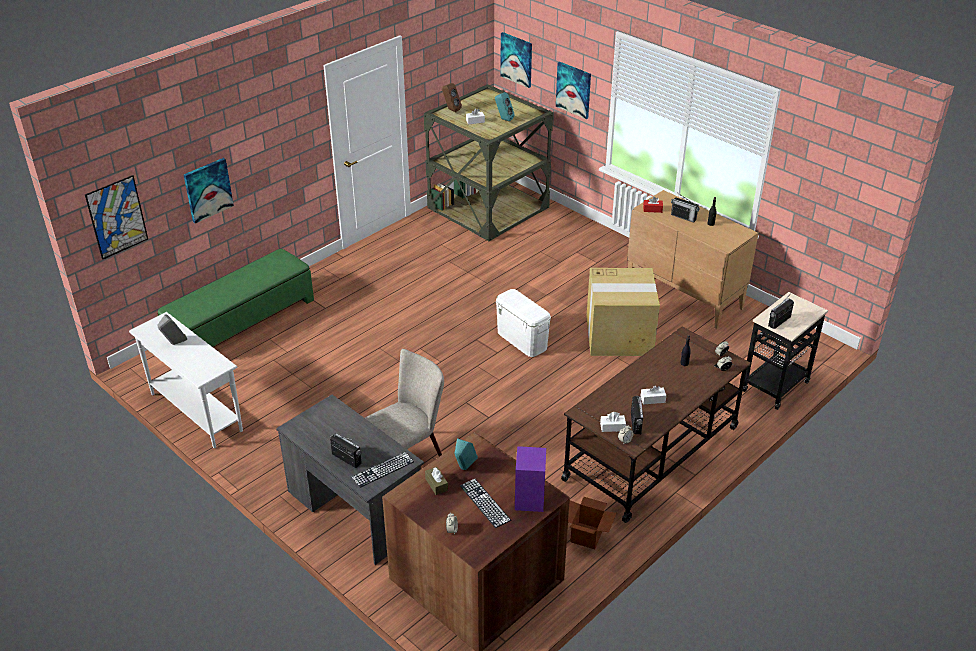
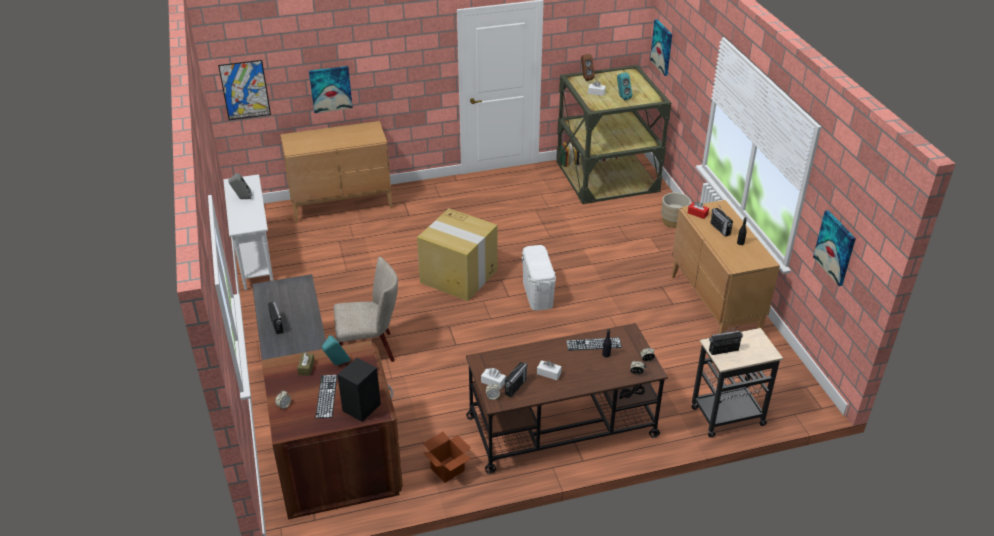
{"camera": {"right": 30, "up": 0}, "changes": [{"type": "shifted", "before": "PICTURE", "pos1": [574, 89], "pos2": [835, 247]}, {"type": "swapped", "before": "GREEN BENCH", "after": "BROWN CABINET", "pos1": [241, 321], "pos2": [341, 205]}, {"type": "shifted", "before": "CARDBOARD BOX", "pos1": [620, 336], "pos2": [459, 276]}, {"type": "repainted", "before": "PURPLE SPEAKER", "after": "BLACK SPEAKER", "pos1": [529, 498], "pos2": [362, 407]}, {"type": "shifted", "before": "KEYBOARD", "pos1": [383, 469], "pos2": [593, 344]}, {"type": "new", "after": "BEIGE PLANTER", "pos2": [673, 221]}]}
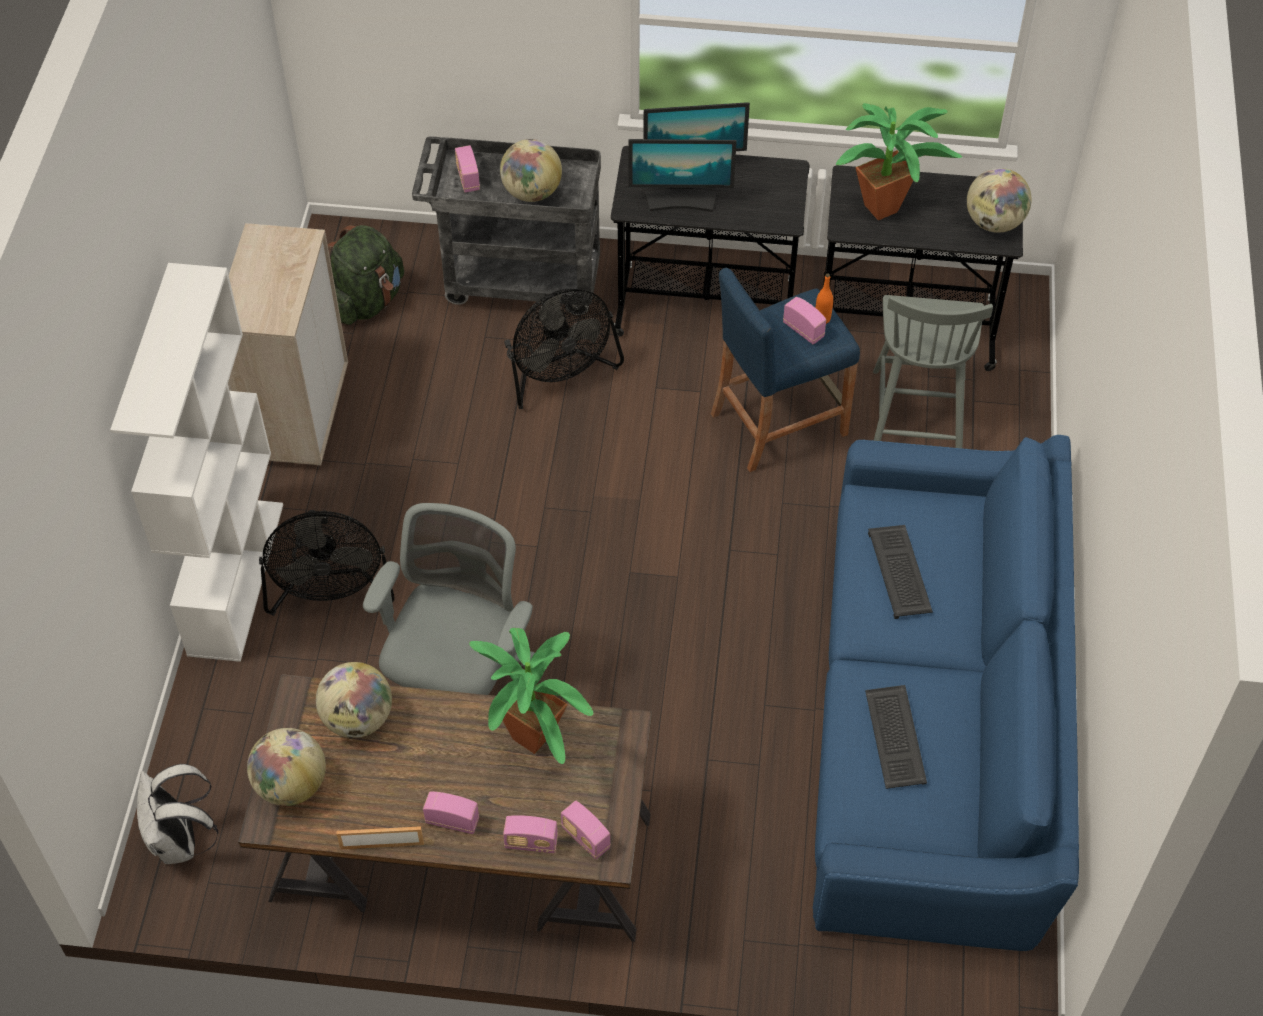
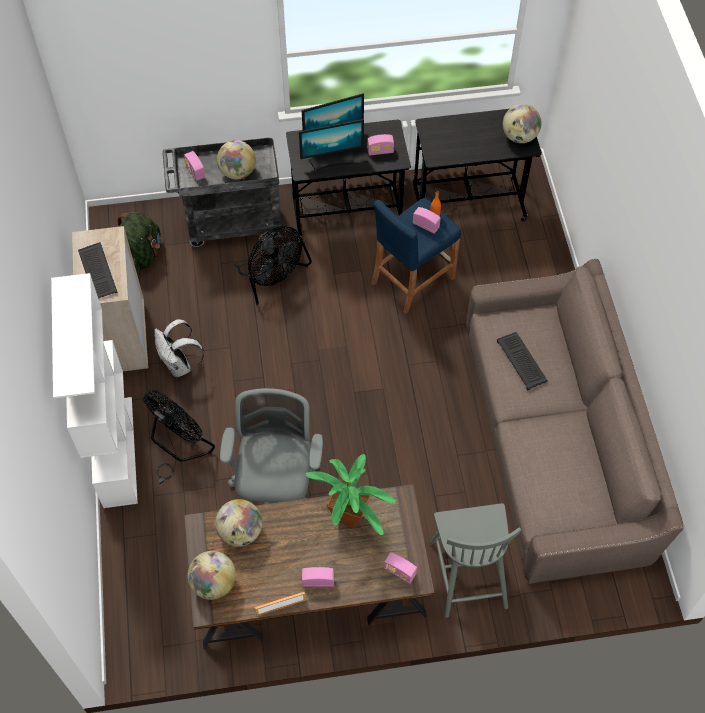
{"camera": {"right": -15, "up": 5}, "changes": [{"type": "gone", "before": "POTTED PLANT", "pos1": [888, 208]}, {"type": "shifted", "before": "GREY CHAIR", "pos1": [917, 415], "pos2": [468, 572]}, {"type": "repainted", "before": "BLUE SOFA", "after": "BROWN SOFA", "pos1": [933, 718], "pos2": [554, 439]}, {"type": "rotated", "before": "BLACK FAN", "pos1": [326, 588], "pos2": [175, 445], "turn": -120}, {"type": "shifted", "before": "KEYBOARD", "pos1": [893, 737], "pos2": [97, 271]}, {"type": "shifted", "before": "WHITE BACKPACK", "pos1": [181, 842], "pos2": [180, 365]}, {"type": "shifted", "before": "RADIO", "pos1": [531, 843], "pos2": [380, 151]}]}
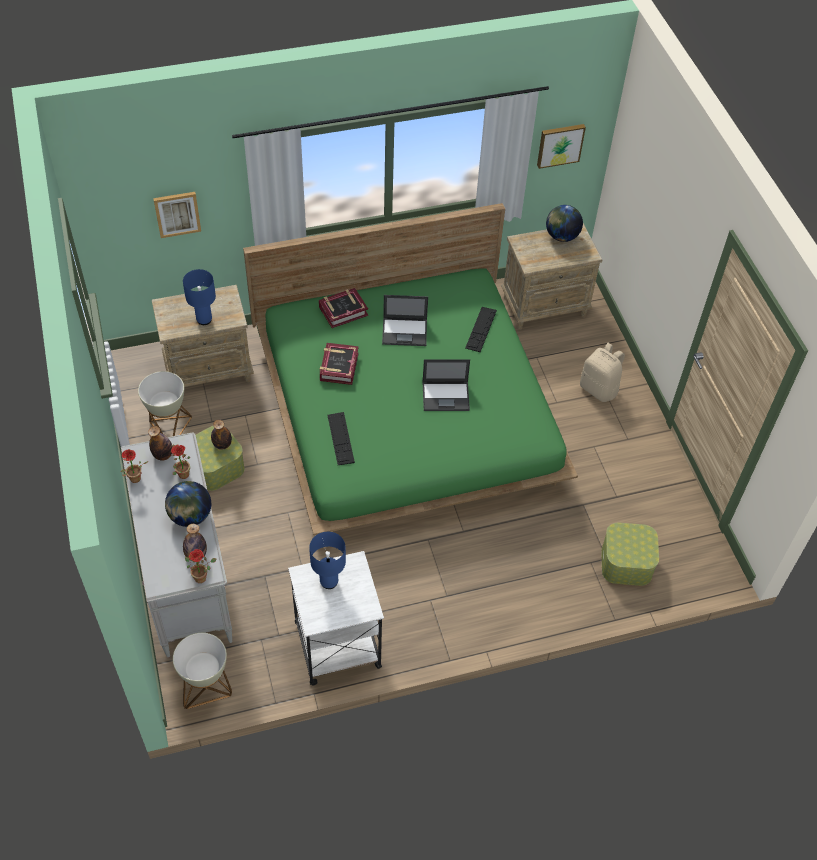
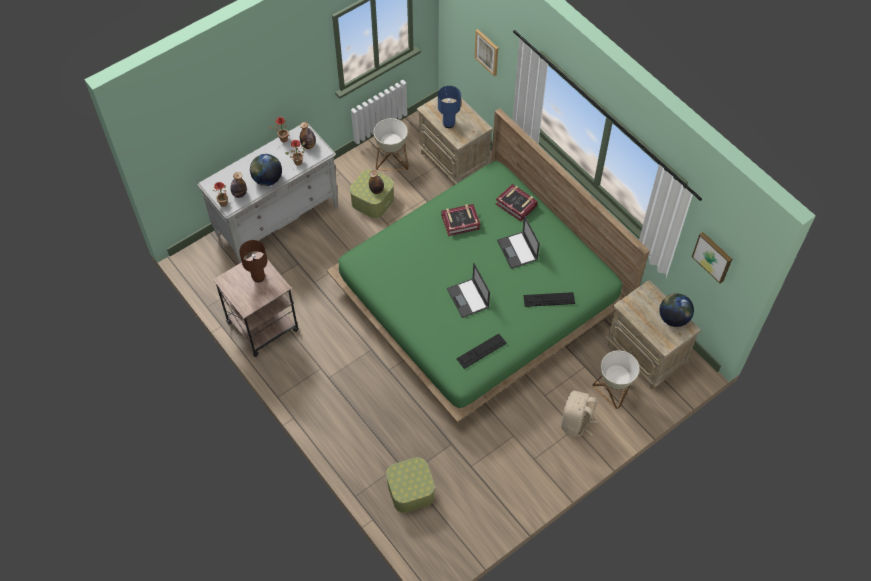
{"camera": {"right": 70, "up": 5}, "changes": [{"type": "shifted", "before": "KEYBOARD", "pos1": [340, 438], "pos2": [481, 351]}, {"type": "repainted", "before": "BLUE TABLE LAMP", "after": "BROWN TABLE LAMP", "pos1": [328, 581], "pos2": [258, 277]}, {"type": "repainted", "before": "WHITE CART", "after": "BROWN CART", "pos1": [336, 645], "pos2": [262, 325]}, {"type": "shifted", "before": "PLANTER", "pos1": [207, 689], "pos2": [612, 392]}]}
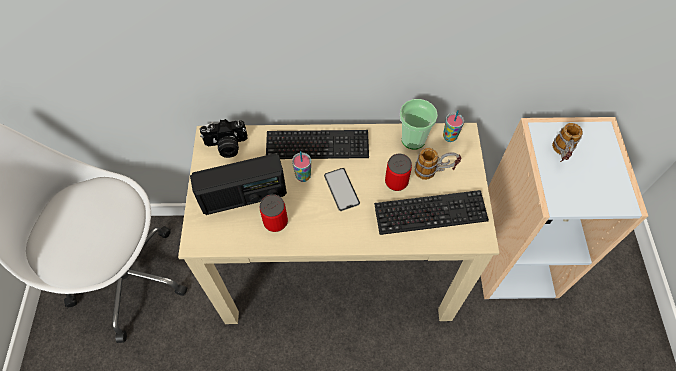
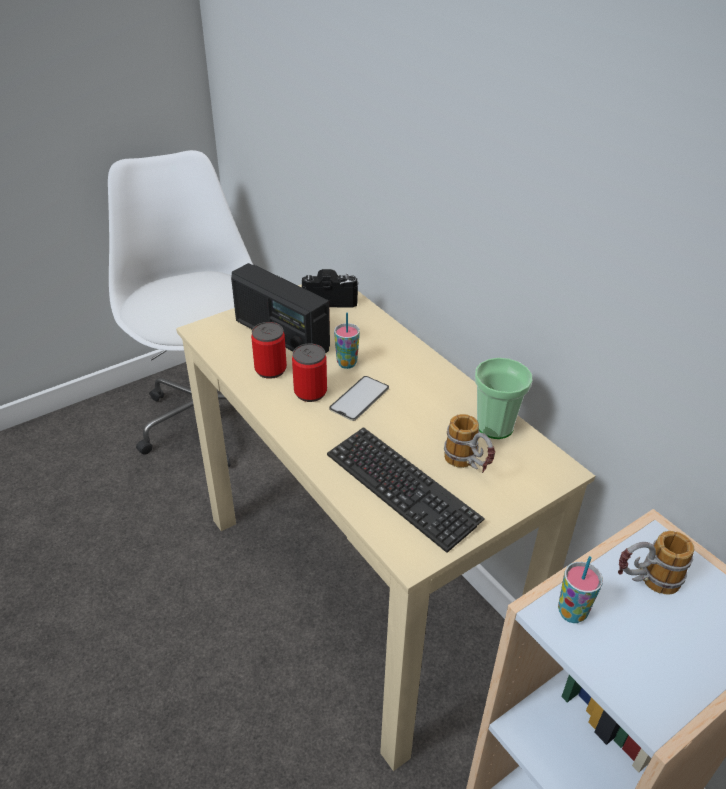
{"camera": {"right": 55, "up": -20}, "changes": [{"type": "shifted", "before": "CUP", "pos1": [449, 137], "pos2": [572, 612]}, {"type": "rotated", "before": "PHOTO CAMERA", "pos1": [226, 146], "pos2": [330, 299], "turn": 135}, {"type": "gone", "before": "KEYBOARD", "pos1": [317, 146]}, {"type": "shifted", "before": "CAN", "pos1": [396, 182], "pos2": [310, 392]}]}
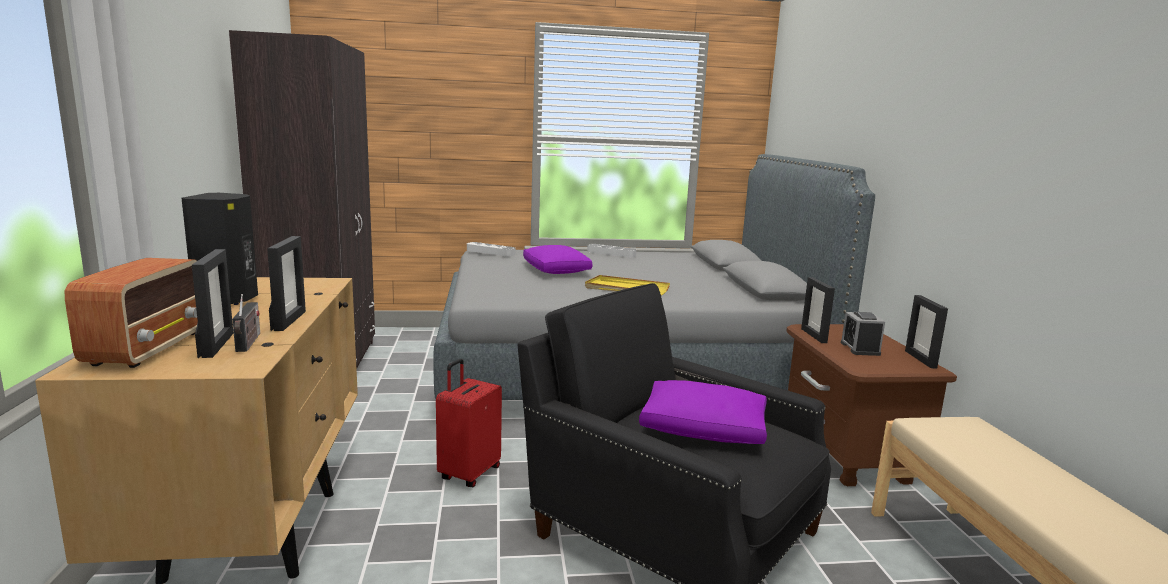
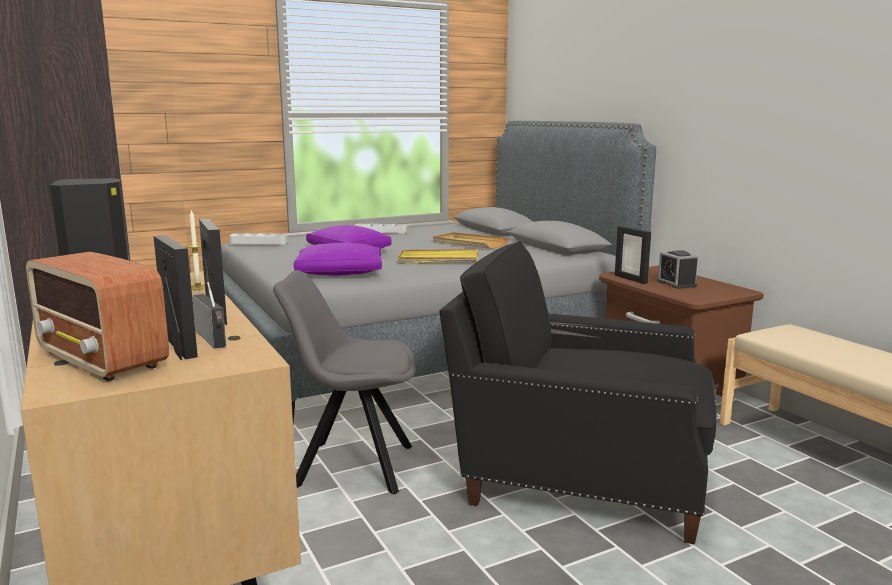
{"camera": {"right": -20, "up": 0}, "changes": [{"type": "rotated", "before": "RADIO", "pos1": [148, 347], "pos2": [102, 360], "turn": 150}, {"type": "gone", "before": "PICTURE FRAME", "pos1": [921, 359]}, {"type": "swapped", "before": "RED SUITCASE", "after": "GREY CHAIR", "pos1": [468, 473], "pos2": [353, 466]}, {"type": "shifted", "before": "PURPLE PILLOW", "pos1": [704, 429], "pos2": [340, 272]}, {"type": "new", "after": "CANDLE", "pos2": [198, 287]}, {"type": "new", "after": "BEIGE TRAY", "pos2": [469, 243]}]}
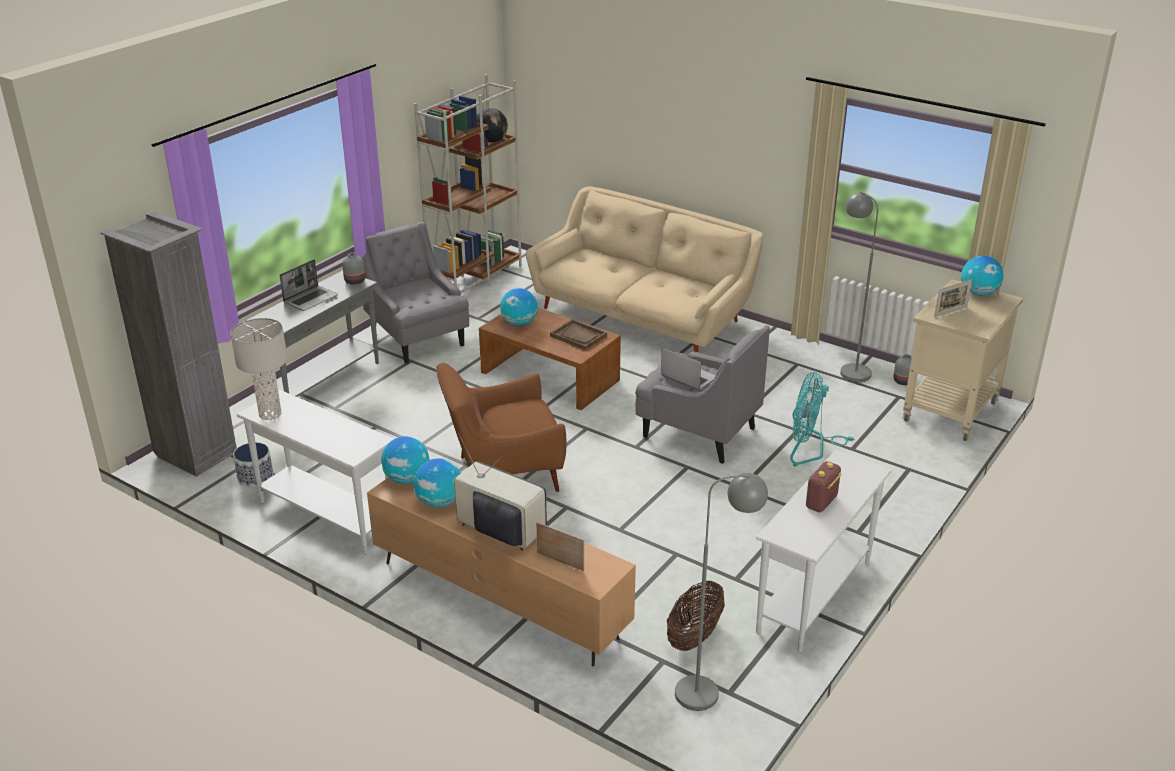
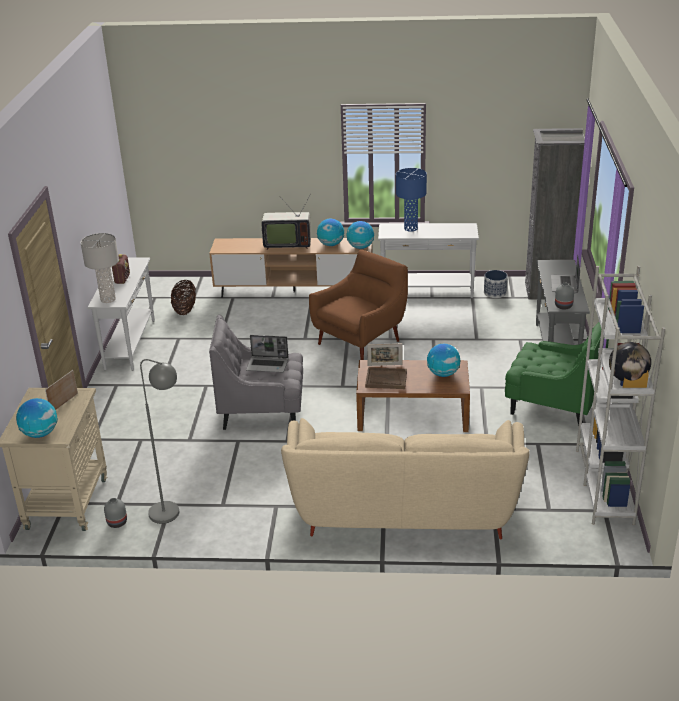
{"camera": {"right": 150, "up": 0}, "changes": [{"type": "repainted", "before": "BROWN BOOKCASE", "after": "WHITE BOOKCASE", "pos1": [476, 280], "pos2": [604, 486]}, {"type": "repainted", "before": "GREY ARMCHAIR", "after": "GREEN ARMCHAIR", "pos1": [418, 339], "pos2": [552, 406]}, {"type": "shifted", "before": "WHITE TABLE LAMP", "pos1": [270, 414], "pos2": [108, 299]}, {"type": "gone", "before": "TURQUOISE FAN", "pos1": [811, 445]}, {"type": "gone", "before": "GREY FLOOR LAMP", "pos1": [710, 693]}, {"type": "shifted", "before": "PICTURE FRAME", "pos1": [560, 562], "pos2": [385, 365]}, {"type": "new", "after": "BLUE TABLE LAMP", "pos2": [410, 228]}]}
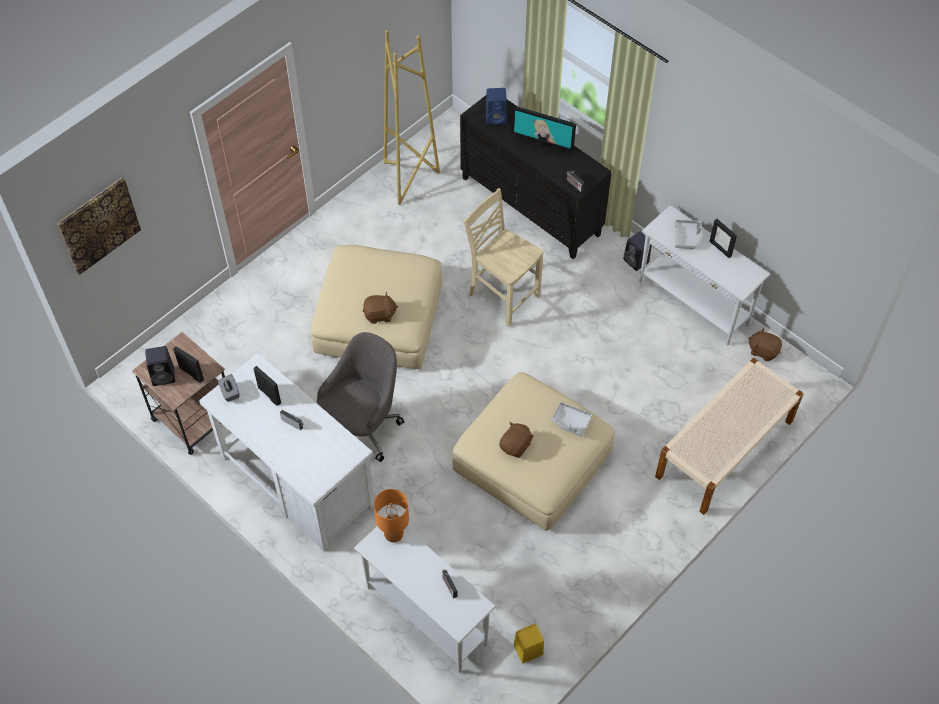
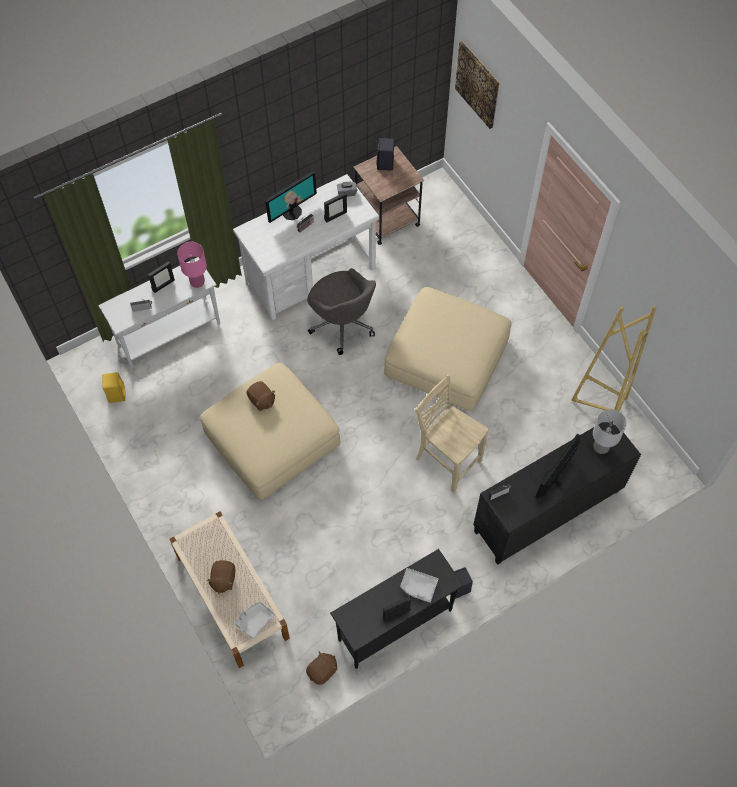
{"camera": {"right": 105, "up": 5}, "changes": [{"type": "swapped", "before": "BLUE SPEAKER", "after": "GREY TABLE LAMP", "pos1": [496, 117], "pos2": [601, 448]}, {"type": "rotated", "before": "BEIGE CHAIR", "pos1": [502, 295], "pos2": [447, 460], "turn": -105}, {"type": "repainted", "before": "WHITE CONSOLE TABLE", "after": "BLACK CONSOLE TABLE", "pos1": [694, 302], "pos2": [395, 626]}, {"type": "shifted", "before": "BROWN PLUSH TOY", "pos1": [380, 315], "pos2": [223, 579]}, {"type": "shifted", "before": "PICTURE FRAME", "pos1": [191, 374], "pos2": [163, 285]}, {"type": "shifted", "before": "GREY TRAY", "pos1": [571, 422], "pos2": [255, 620]}, {"type": "repainted", "before": "ORANGE TABLE LAMP", "after": "PINK TABLE LAMP", "pos1": [393, 535], "pos2": [197, 282]}, {"type": "new", "after": "MONITOR", "pos2": [292, 212]}]}
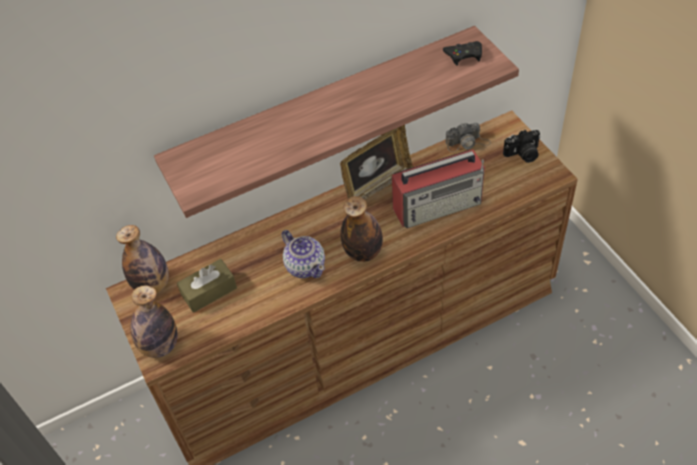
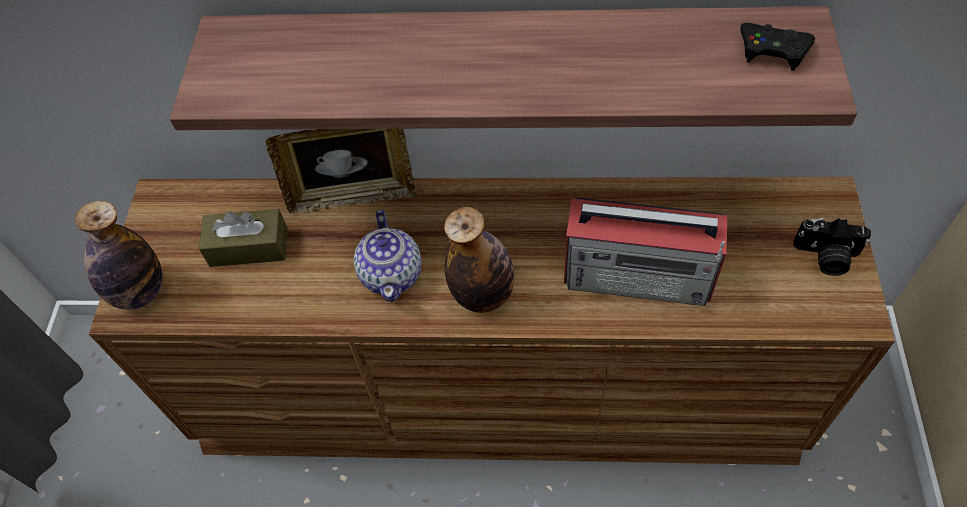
{"camera": {"right": 30, "up": 5}, "changes": [{"type": "gone", "before": "PHOTO CAMERA", "pos1": [467, 143]}, {"type": "shifted", "before": "PICTURE FRAME", "pos1": [377, 185], "pos2": [352, 195]}, {"type": "gone", "before": "BOTTLE", "pos1": [152, 285]}]}
